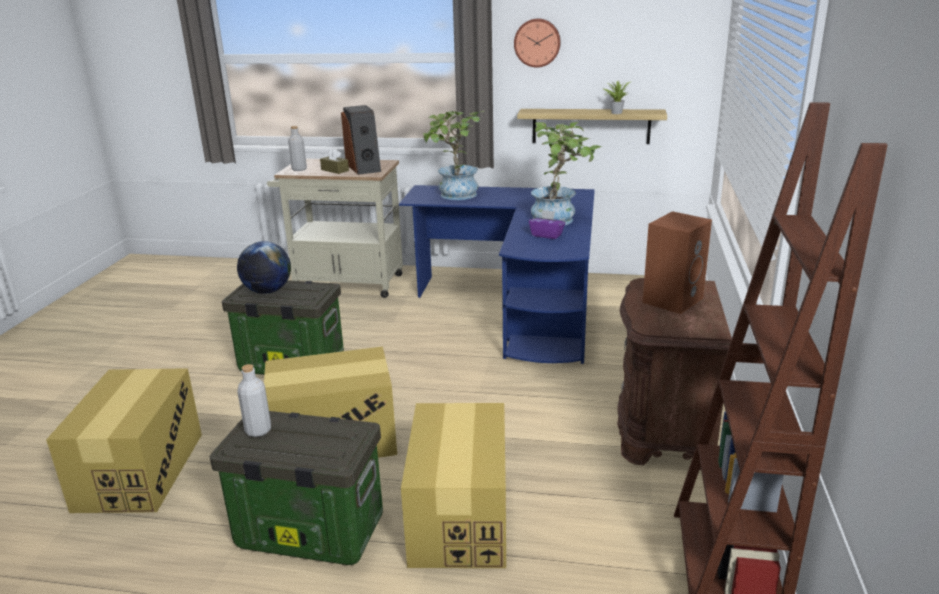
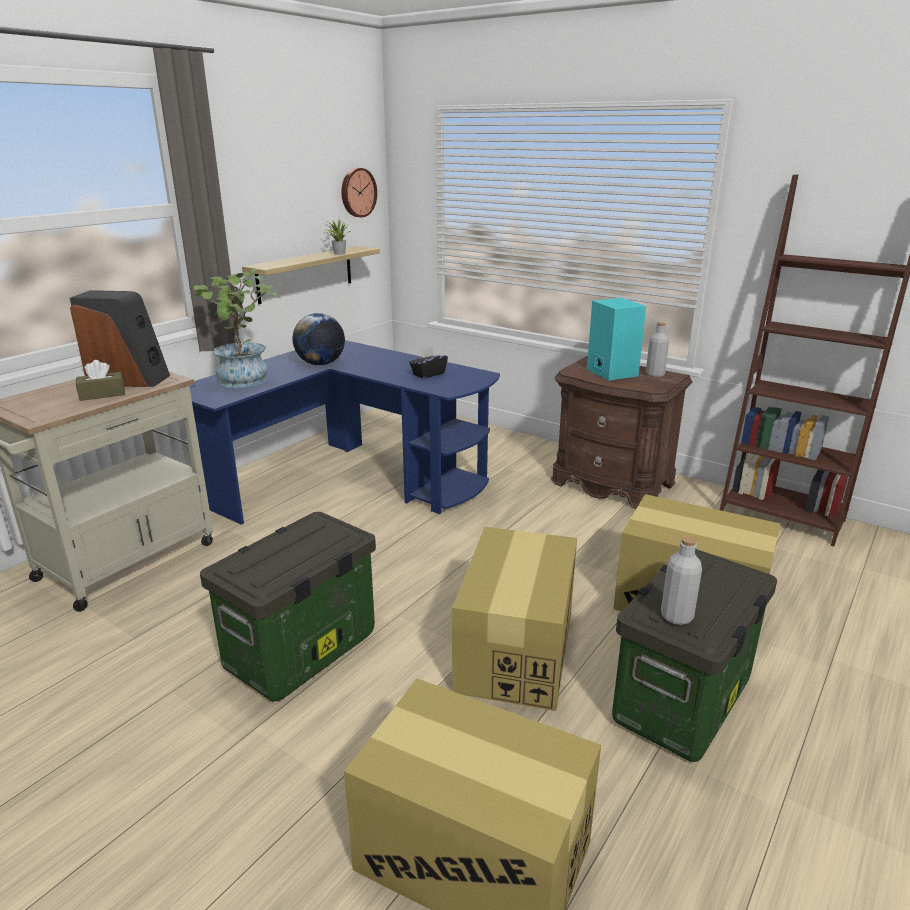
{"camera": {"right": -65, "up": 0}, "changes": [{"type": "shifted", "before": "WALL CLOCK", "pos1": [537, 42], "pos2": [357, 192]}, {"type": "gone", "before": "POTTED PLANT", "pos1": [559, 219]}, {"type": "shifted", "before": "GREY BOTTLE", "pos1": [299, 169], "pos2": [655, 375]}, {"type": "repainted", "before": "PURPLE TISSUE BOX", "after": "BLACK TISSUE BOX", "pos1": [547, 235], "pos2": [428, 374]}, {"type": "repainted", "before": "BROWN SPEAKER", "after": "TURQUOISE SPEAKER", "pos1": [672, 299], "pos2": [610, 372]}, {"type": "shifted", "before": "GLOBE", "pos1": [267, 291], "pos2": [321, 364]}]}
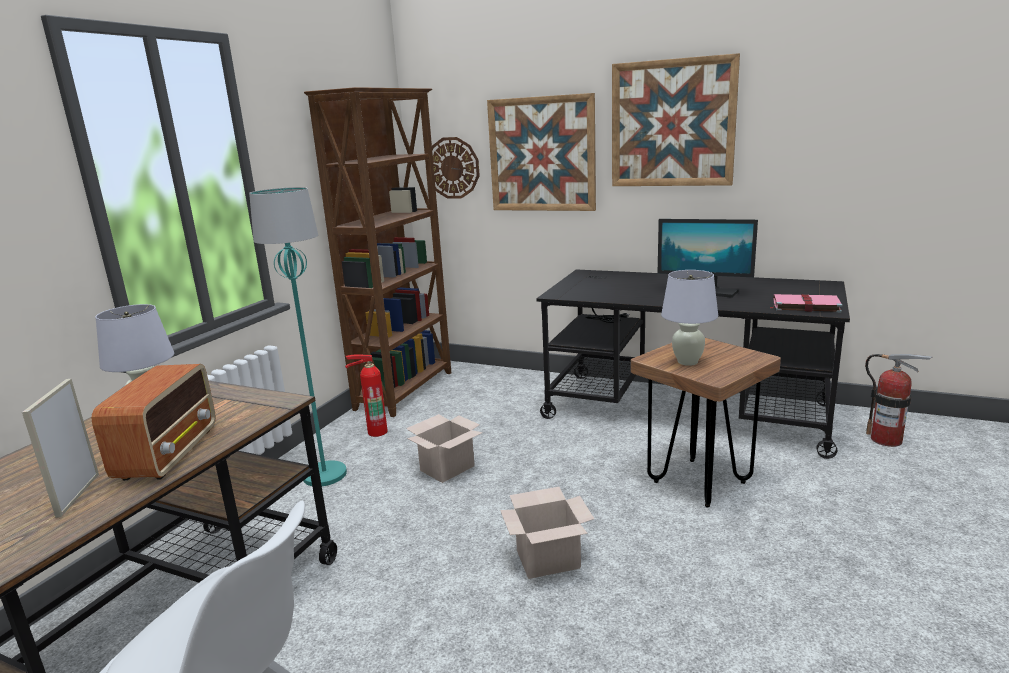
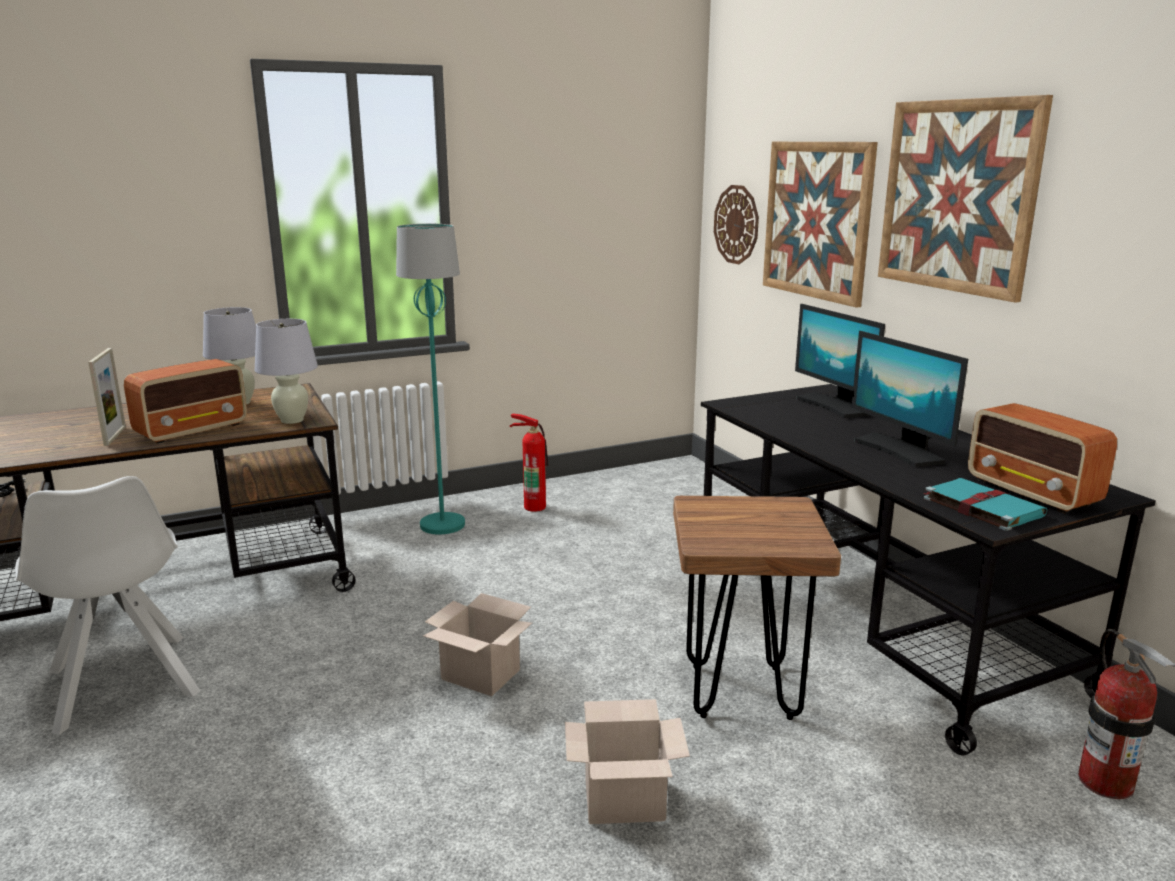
{"camera": {"right": 40, "up": 0}, "changes": [{"type": "gone", "before": "BROWN BOOKCASE", "pos1": [406, 390]}, {"type": "shifted", "before": "WHITE TABLE LAMP", "pos1": [687, 362], "pos2": [292, 420]}, {"type": "repainted", "before": "PINK BOOK", "after": "TURQUOISE BOOK", "pos1": [804, 305], "pos2": [981, 506]}, {"type": "rotated", "before": "PICTURE FRAME", "pos1": [78, 494], "pos2": [115, 436], "turn": 135}, {"type": "shifted", "before": "CARDBOARD BOX", "pos1": [447, 467], "pos2": [626, 799]}, {"type": "new", "after": "MONITOR", "pos2": [834, 406]}, {"type": "new", "after": "RADIO", "pos2": [1033, 492]}]}
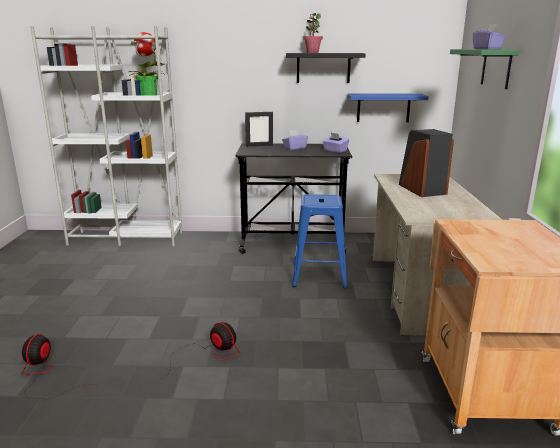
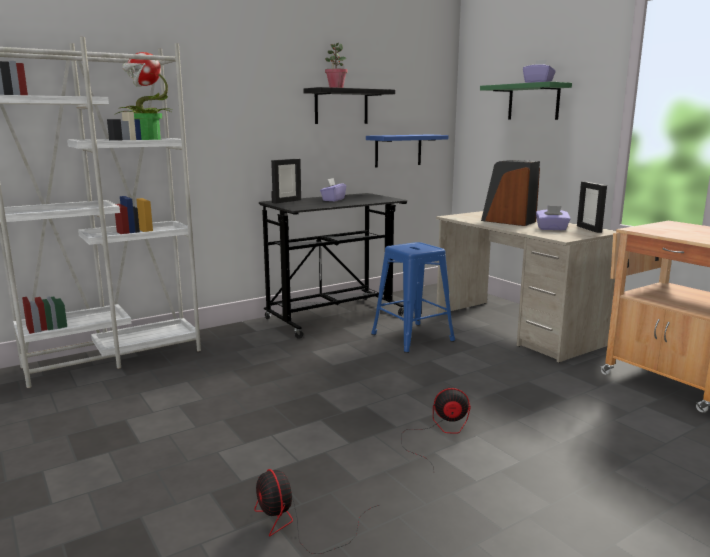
{"camera": {"right": -35, "up": -5}, "changes": [{"type": "shifted", "before": "PURPLE TISSUE BOX", "pos1": [335, 151], "pos2": [552, 229]}, {"type": "new", "after": "PICTURE FRAME", "pos2": [589, 229]}]}
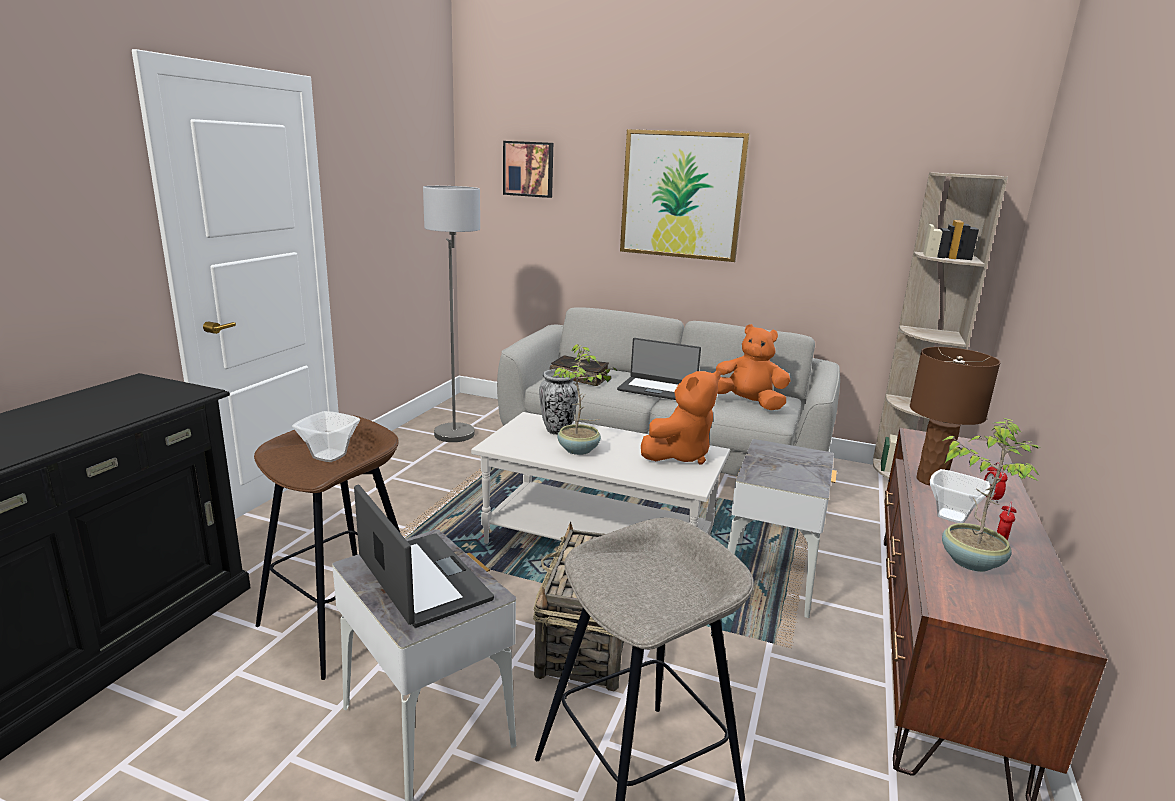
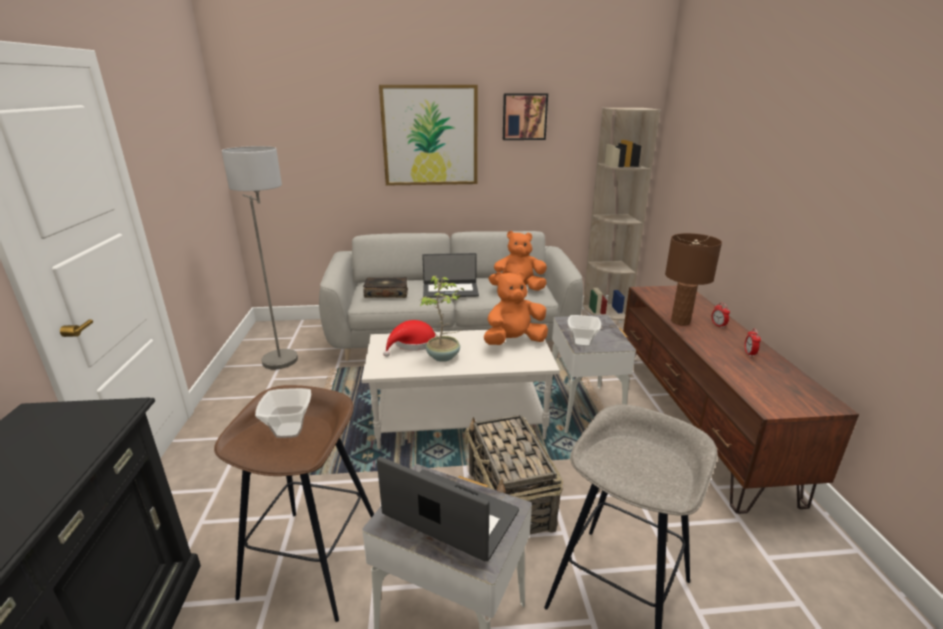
{"camera": {"right": -25, "up": 5}, "changes": [{"type": "shifted", "before": "PICTURE", "pos1": [529, 169], "pos2": [524, 116]}, {"type": "swapped", "before": "VASE", "after": "RED HAT", "pos1": [557, 430], "pos2": [413, 344]}, {"type": "rotated", "before": "ORANGE PLUSH TOY", "pos1": [679, 455], "pos2": [514, 341], "turn": -135}, {"type": "gone", "before": "POTTED PLANT", "pos1": [971, 561]}, {"type": "shifted", "before": "BOWL", "pos1": [951, 515], "pos2": [581, 342]}]}
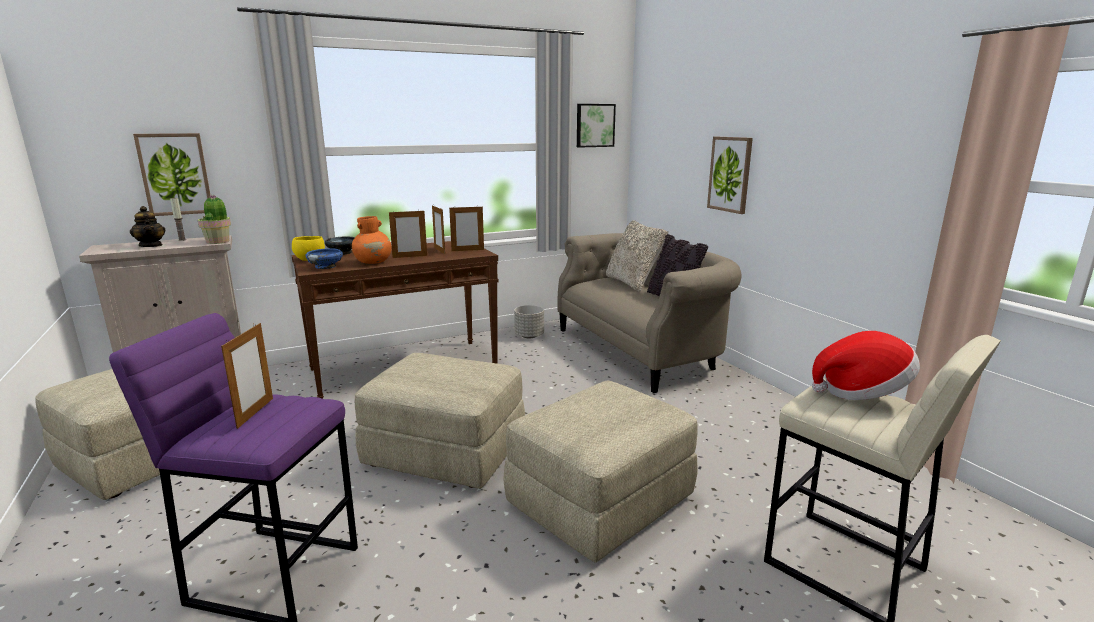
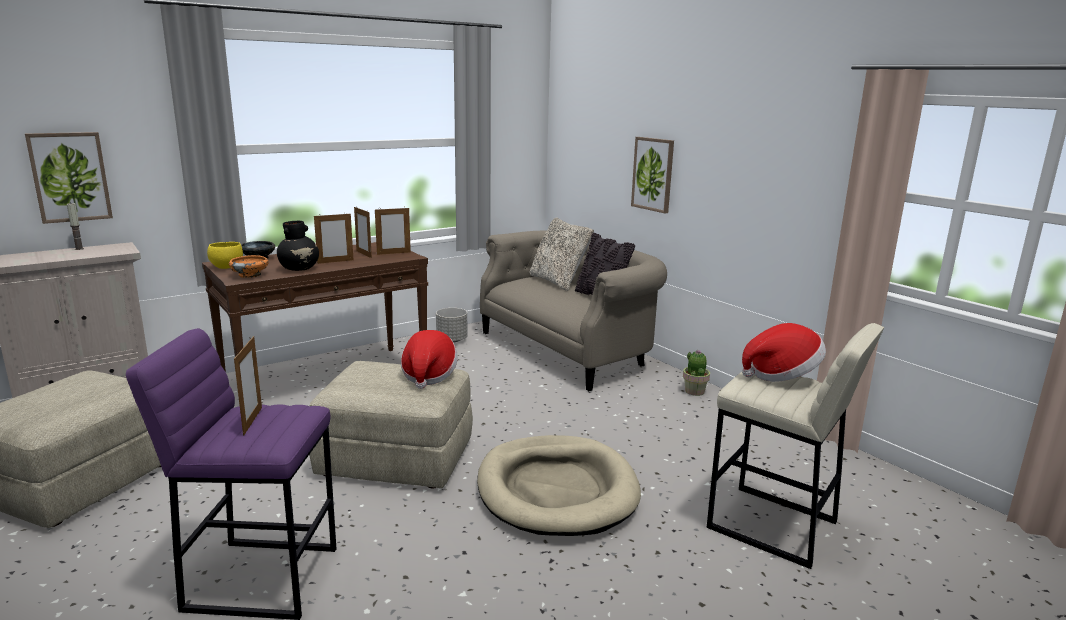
{"camera": {"right": -10, "up": 0}, "changes": [{"type": "gone", "before": "PICTURE", "pos1": [594, 125]}, {"type": "shifted", "before": "POTTED PLANT", "pos1": [218, 241], "pos2": [694, 391]}, {"type": "gone", "before": "TEAPOT", "pos1": [151, 245]}, {"type": "repainted", "before": "ORANGE VASE", "after": "BLACK VASE", "pos1": [373, 262], "pos2": [299, 269]}, {"type": "repainted", "before": "BLUE BOWL", "after": "ORANGE BOWL", "pos1": [326, 267], "pos2": [250, 275]}, {"type": "swapped", "before": "BEIGE OTTOMAN", "after": "BEIGE DOG BED", "pos1": [600, 500], "pos2": [556, 490]}, {"type": "new", "after": "HAT", "pos2": [428, 375]}]}
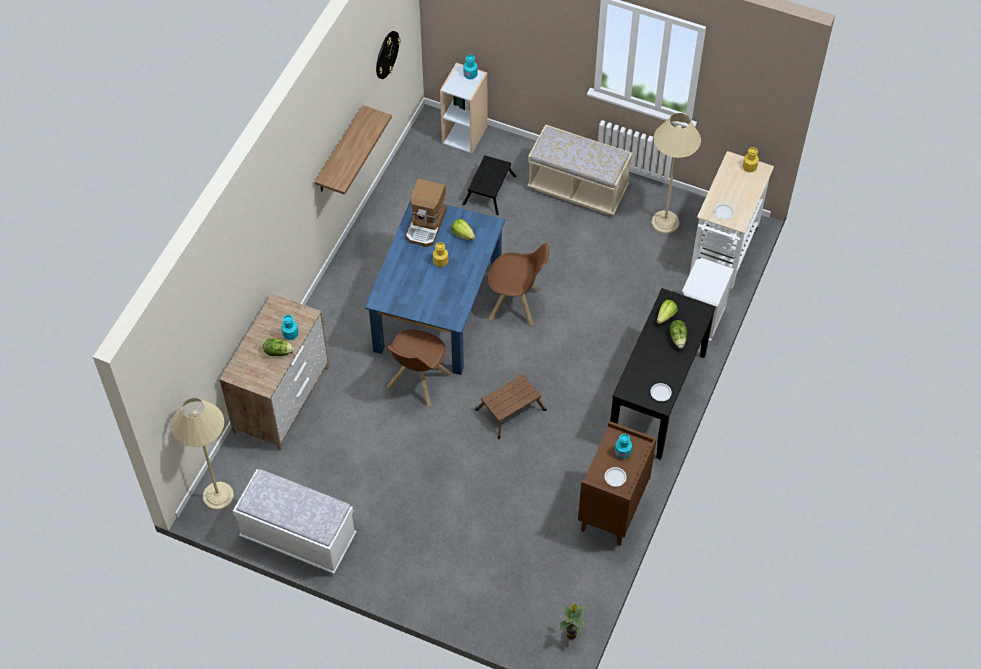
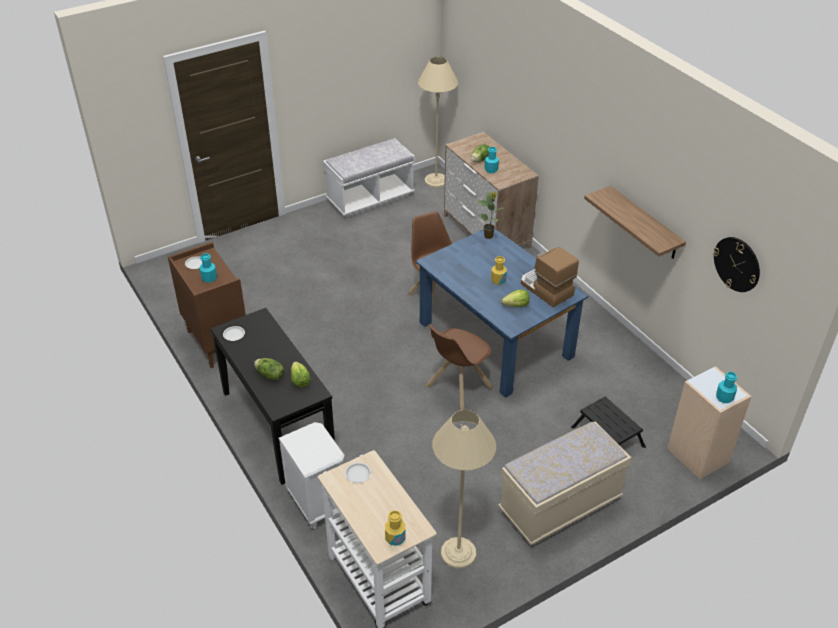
{"camera": {"right": 125, "up": -15}, "changes": [{"type": "gone", "before": "BROWN STEP LADDER", "pos1": [511, 409]}, {"type": "shifted", "before": "POTTED PLANT", "pos1": [571, 634], "pos2": [489, 236]}]}
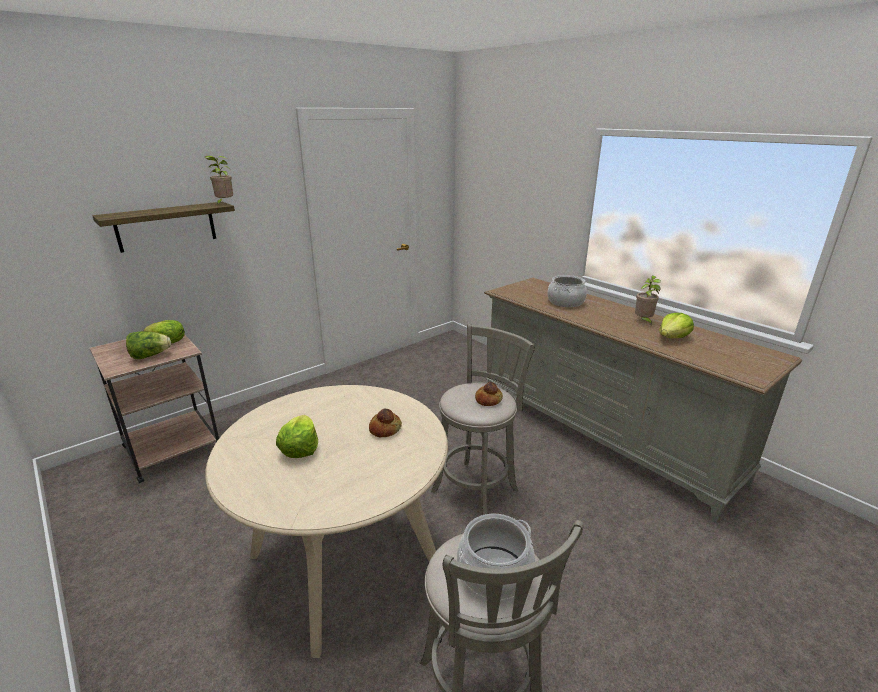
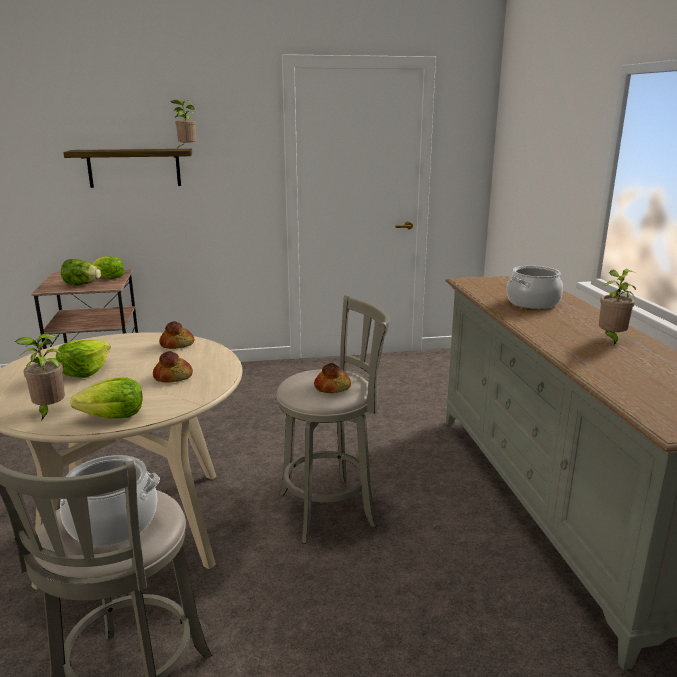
{"camera": {"right": 30, "up": -5}, "changes": [{"type": "shifted", "before": "LETTUCE", "pos1": [672, 338], "pos2": [113, 416]}, {"type": "new", "after": "BREAD", "pos2": [177, 344]}, {"type": "new", "after": "POTTED PLANT", "pos2": [49, 411]}]}
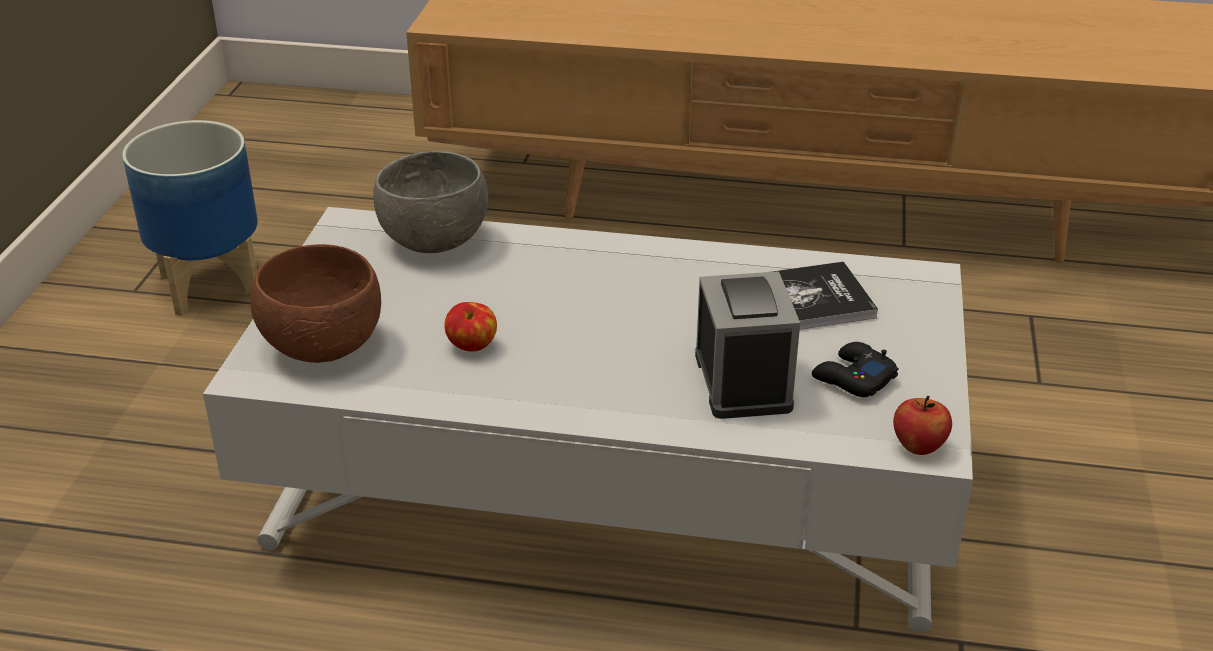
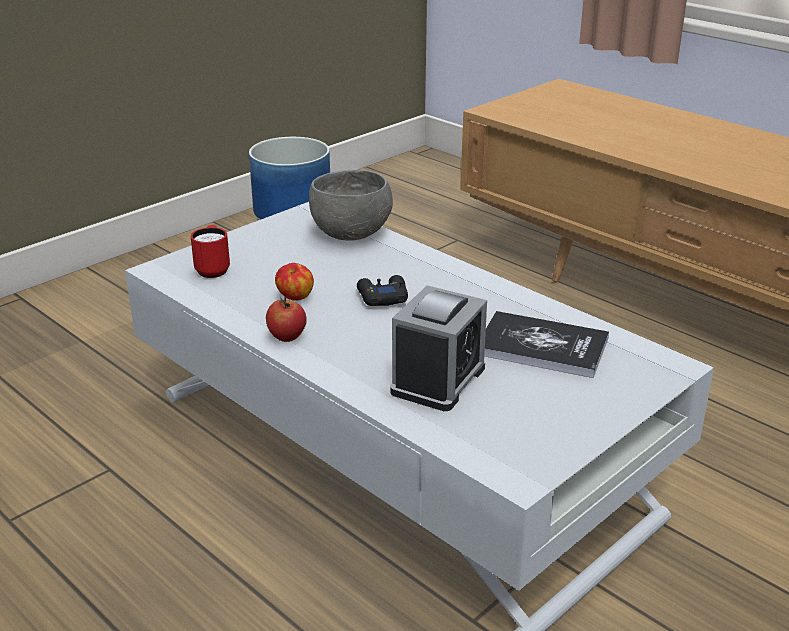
{"camera": {"right": 35, "up": -5}, "changes": [{"type": "swapped", "before": "BROWN BOWL", "after": "RED MUG", "pos1": [322, 348], "pos2": [213, 269]}, {"type": "shifted", "before": "BLACK GAME CONTROLLER", "pos1": [853, 378], "pos2": [382, 297]}, {"type": "shifted", "before": "APPLE", "pos1": [918, 447], "pos2": [287, 337]}]}
